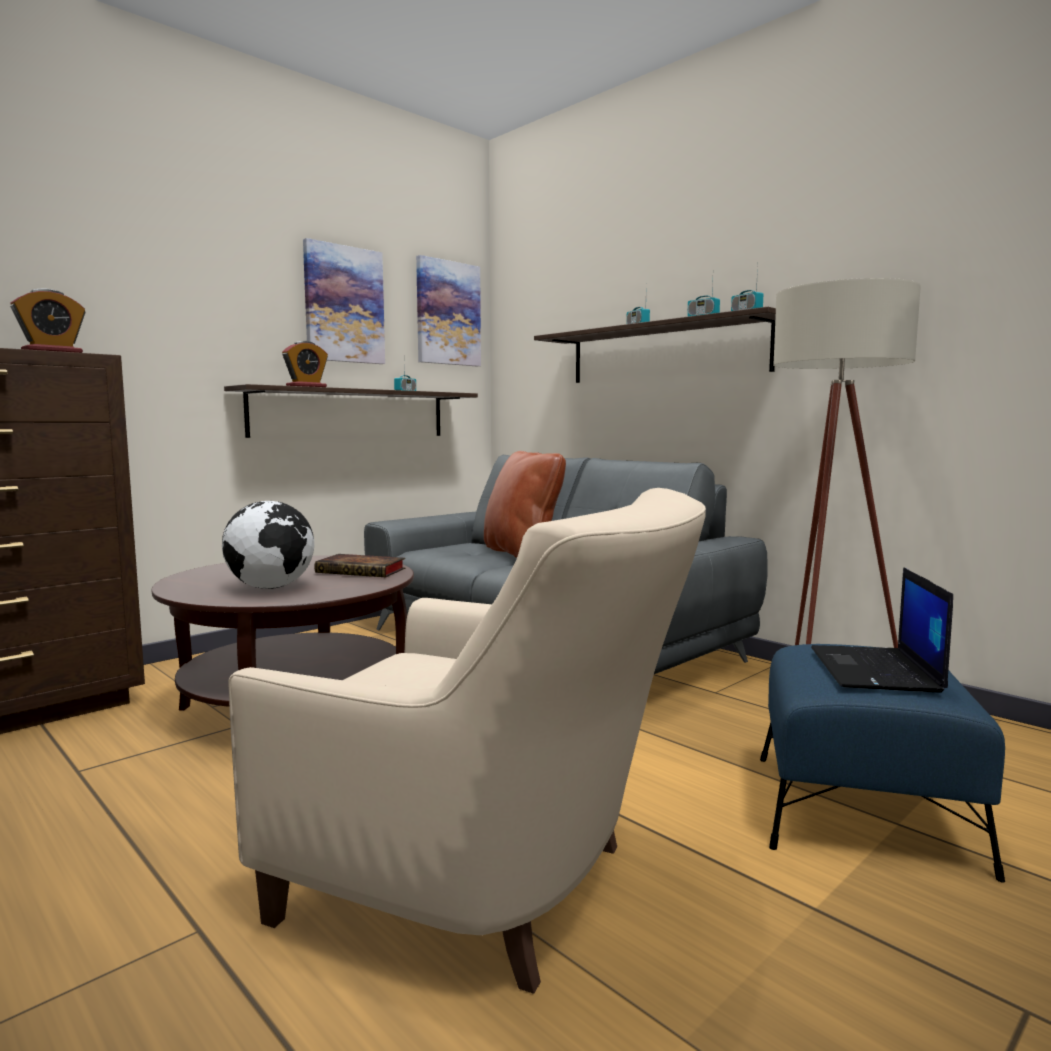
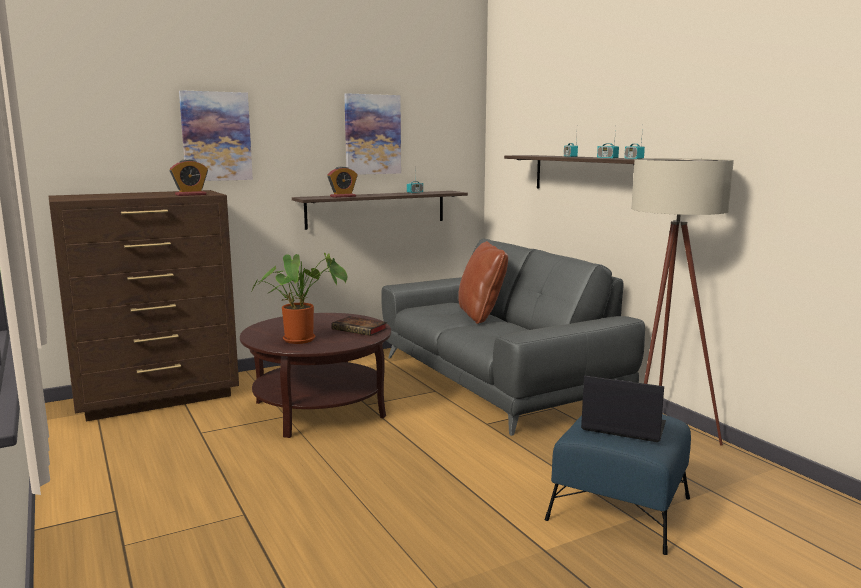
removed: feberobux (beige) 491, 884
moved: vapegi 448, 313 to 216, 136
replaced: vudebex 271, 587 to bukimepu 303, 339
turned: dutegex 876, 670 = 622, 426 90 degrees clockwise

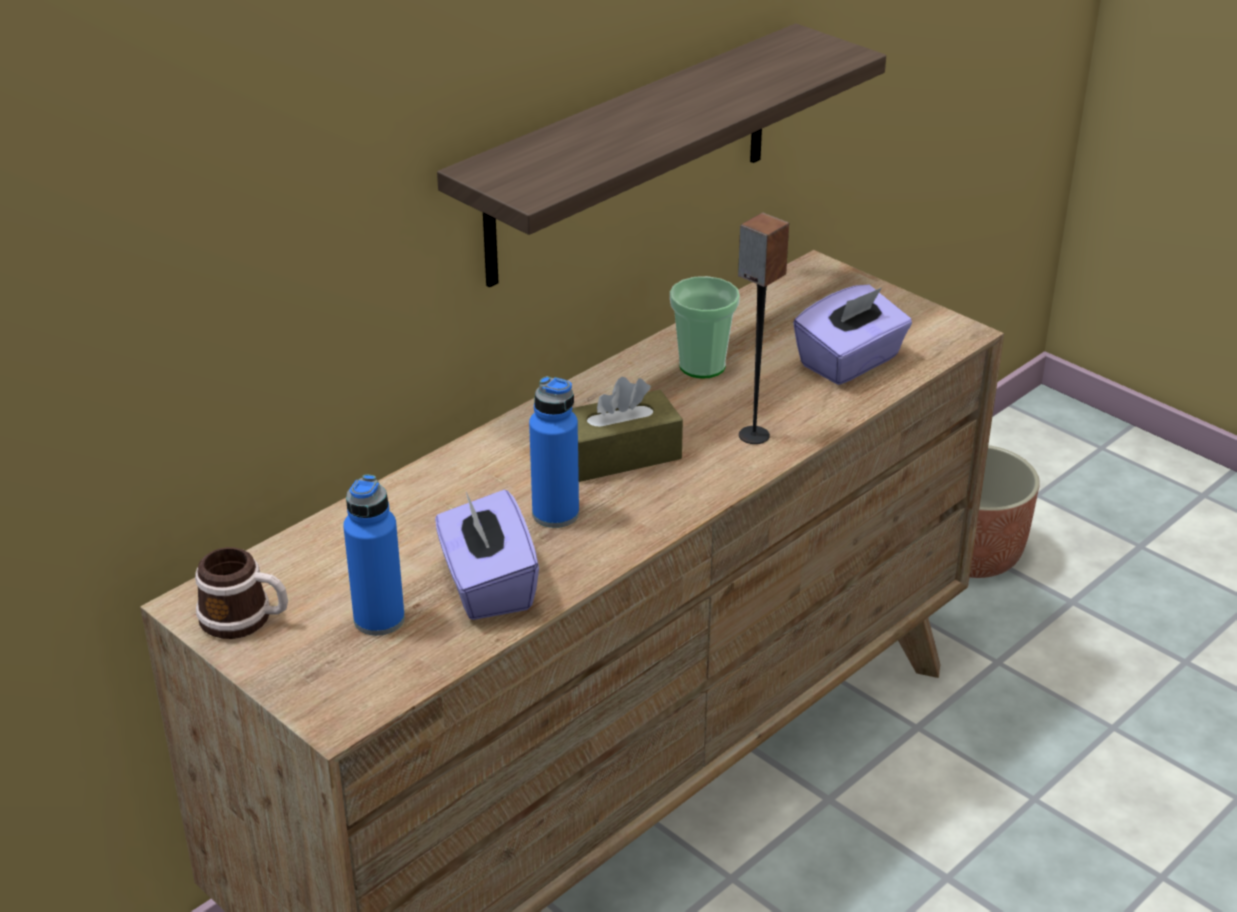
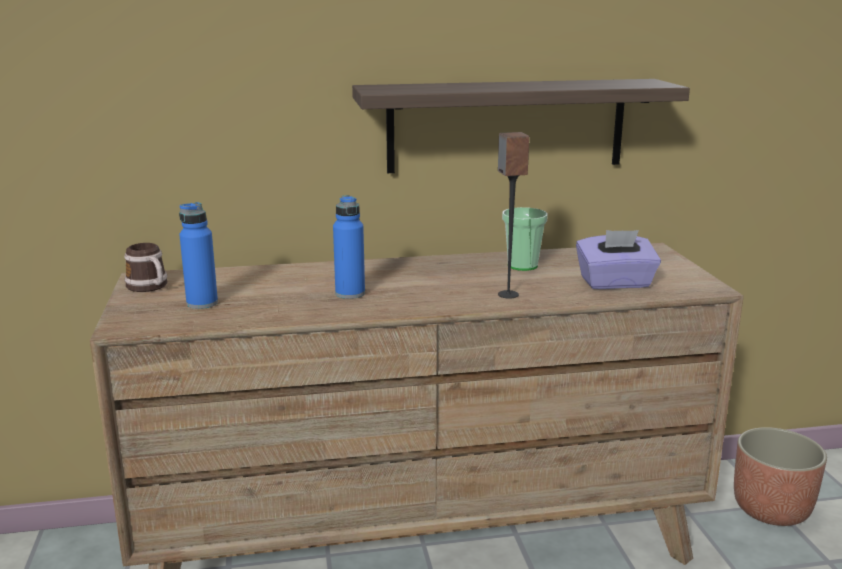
removed: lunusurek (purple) 487, 586; lunusurek (brown) 620, 455

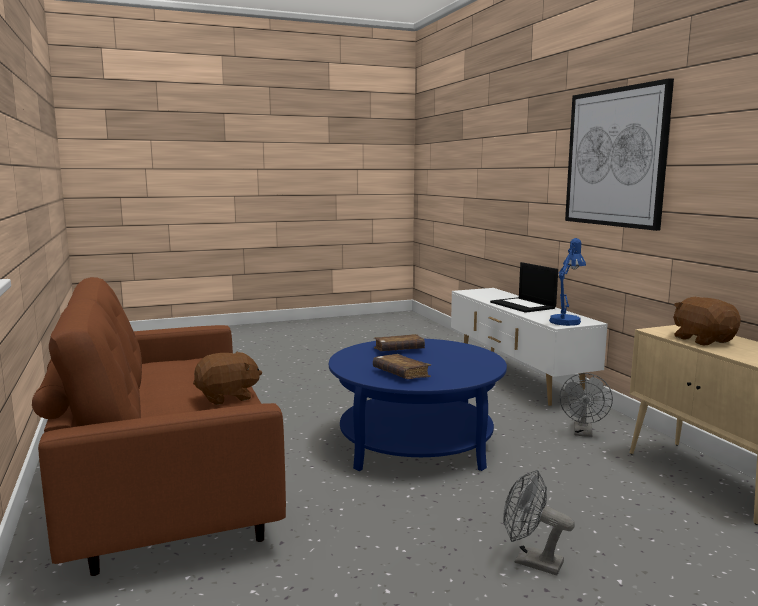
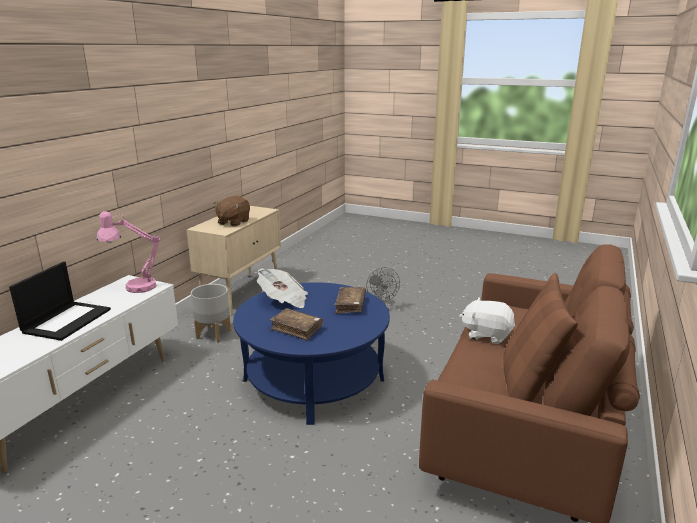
removed: vapegi 615, 158
added: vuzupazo 284, 300; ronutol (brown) 527, 386
replaced: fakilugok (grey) 583, 433 to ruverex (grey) 213, 334
recoloured: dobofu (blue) 566, 320 to dobofu (pink) 134, 287; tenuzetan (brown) 227, 397 to tenuzetan (white) 486, 334

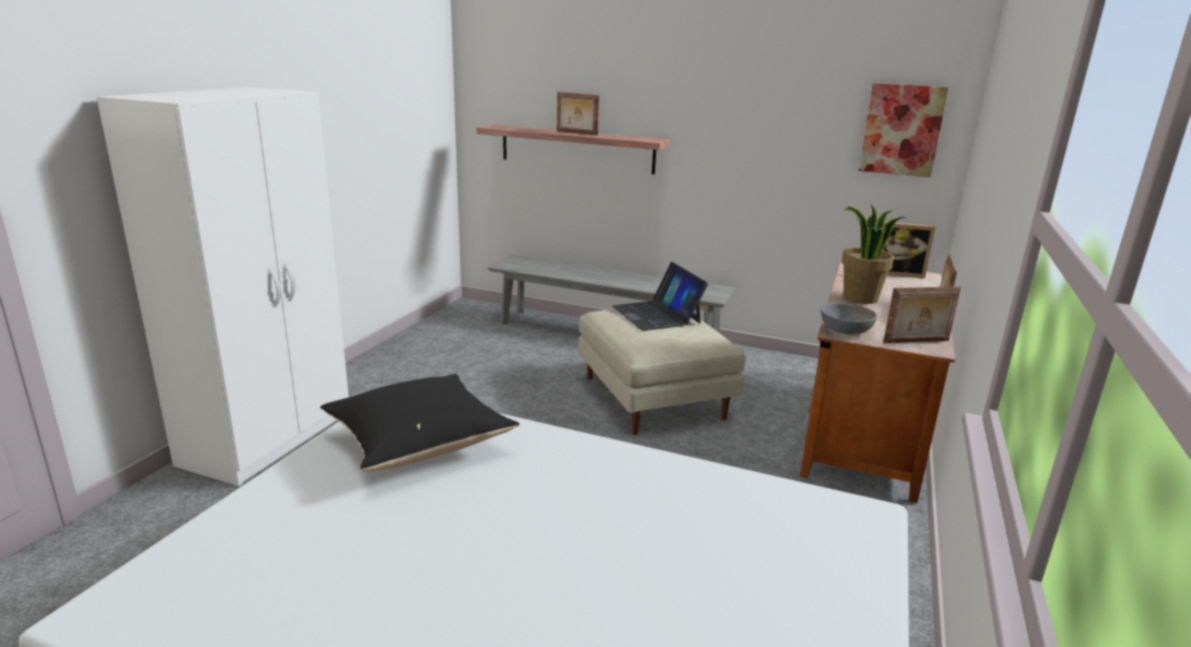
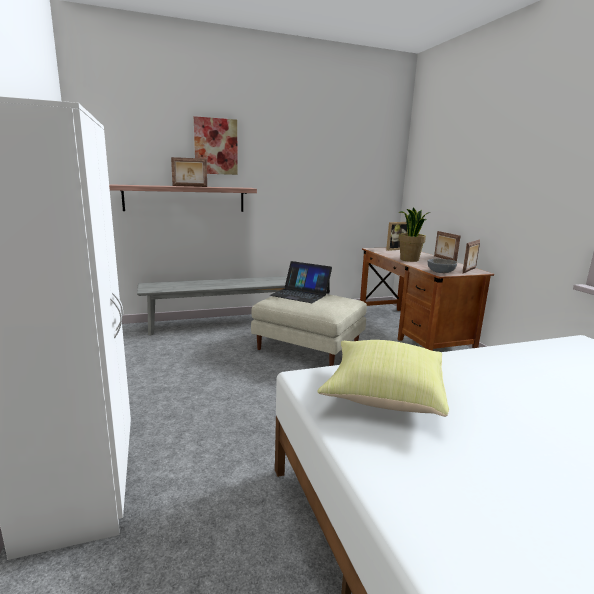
moved: vapegi 901, 130 to 216, 146
recoloured: ronutol (black) 420, 444 to ronutol (yellow) 383, 394

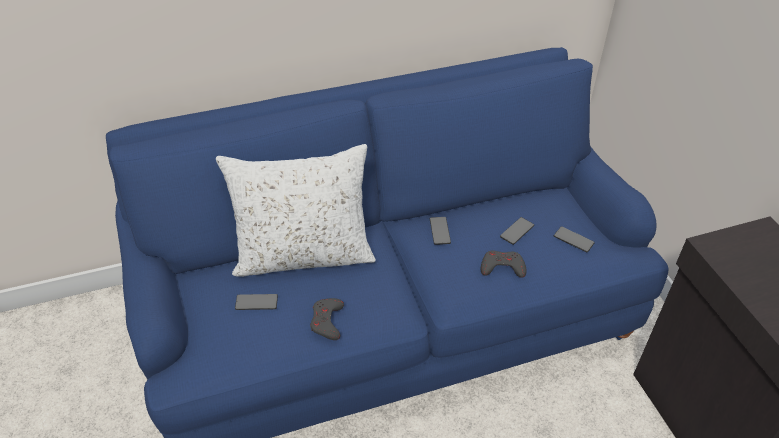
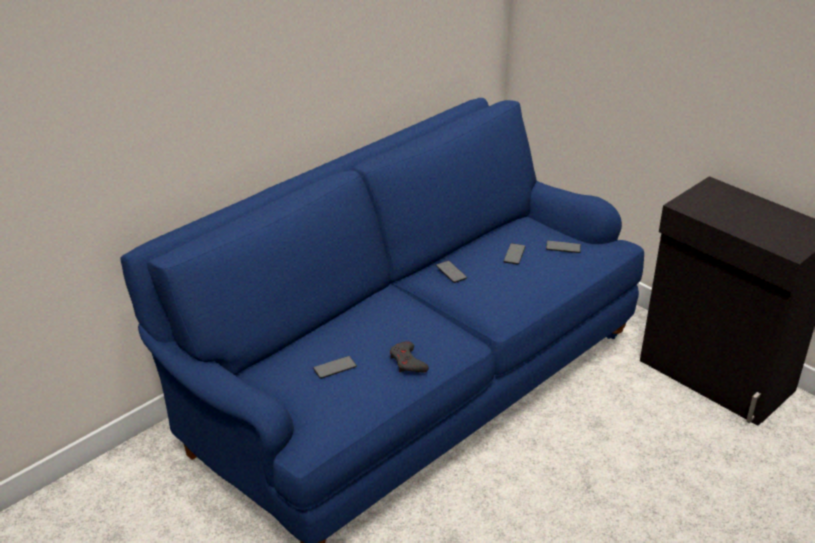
removed: ronutol (white) 303, 255; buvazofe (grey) 502, 267

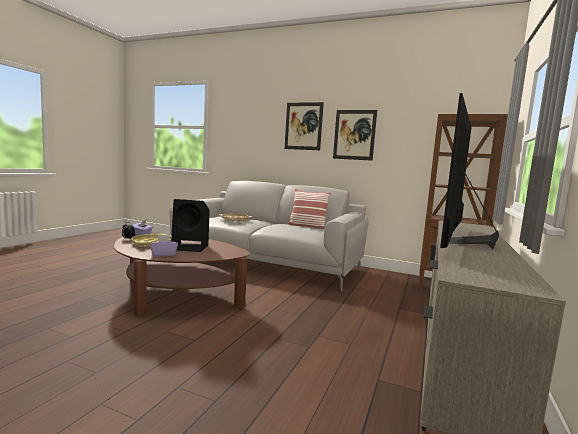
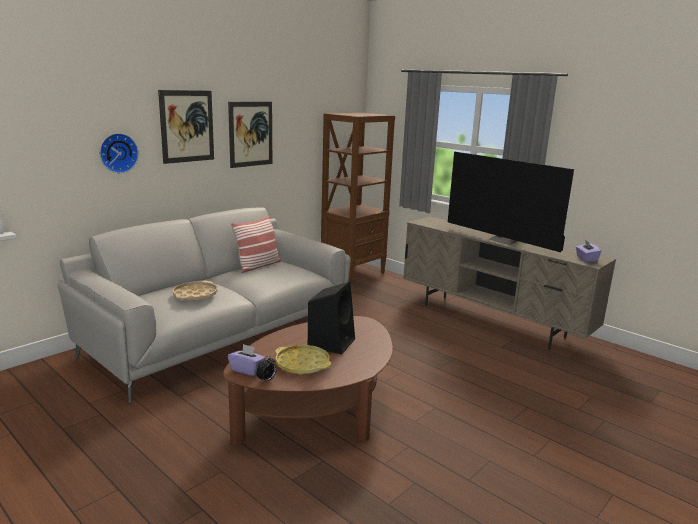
added: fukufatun 117, 153
moved: lunusurek (purple) 163, 254 to 586, 259

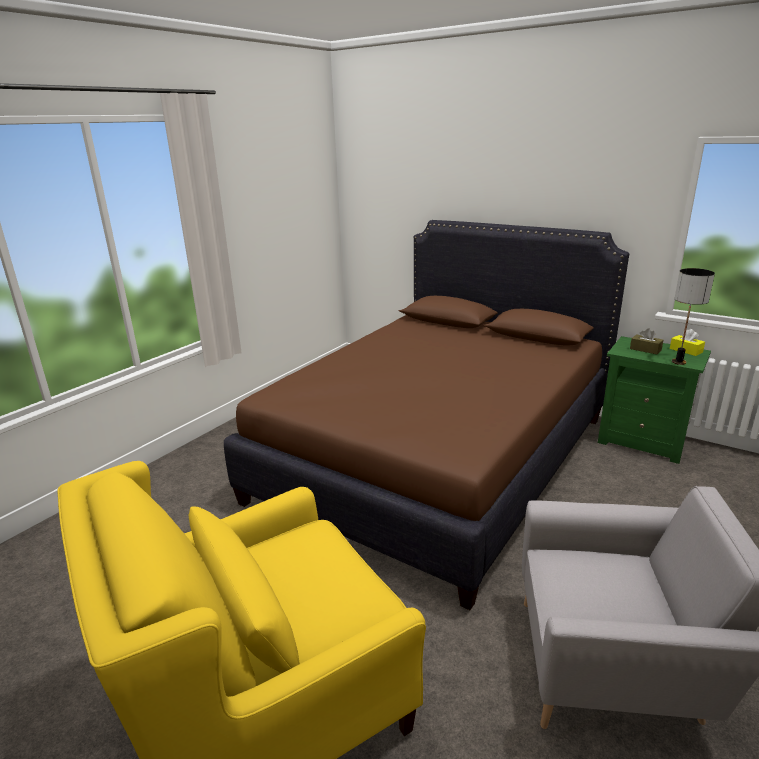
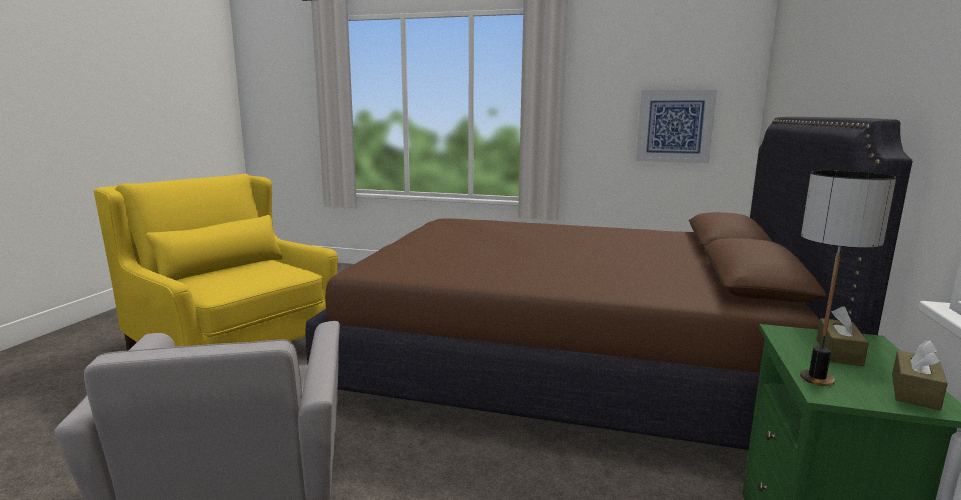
added: vapegi 674, 126
recoloured: lunusurek (yellow) 686, 350 to lunusurek (brown) 914, 391

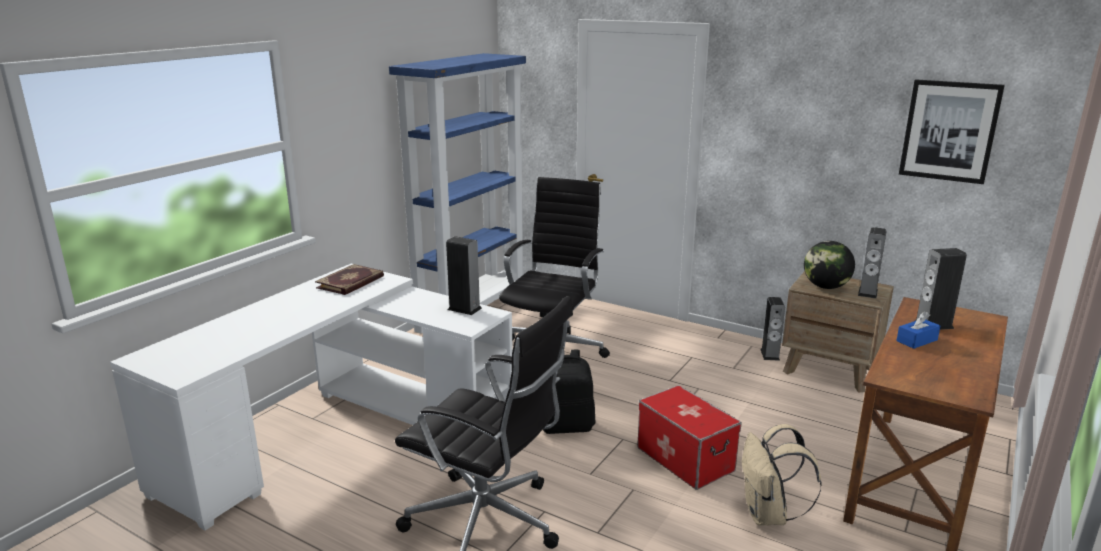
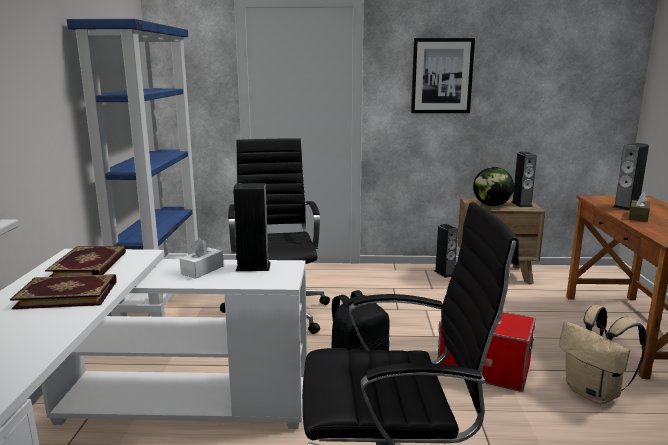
added: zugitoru 67, 294; lunusurek (white) 202, 270
moved: vapegi 949, 131 to 442, 76
recoloured: lunusurek (blue) 917, 340 to lunusurek (brown) 638, 217

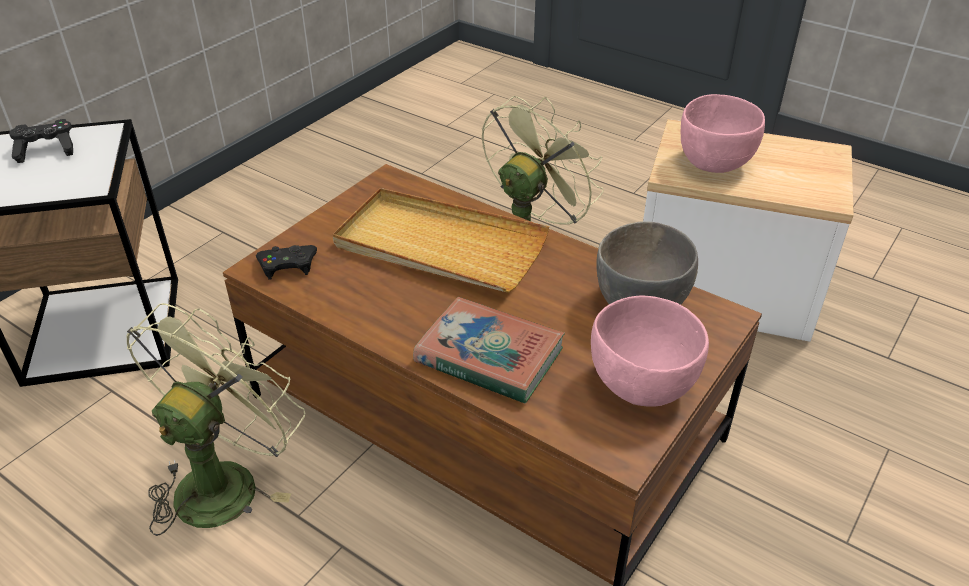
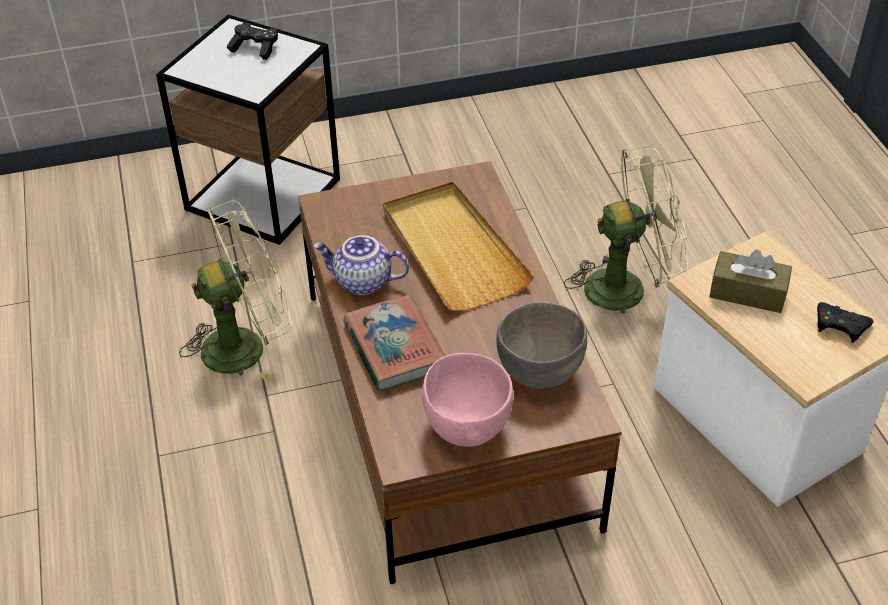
added: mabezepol 362, 282
moved: buvazofe (black) 288, 265 to 840, 325
replaced: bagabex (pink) 714, 163 to lunusurek (brown) 747, 293

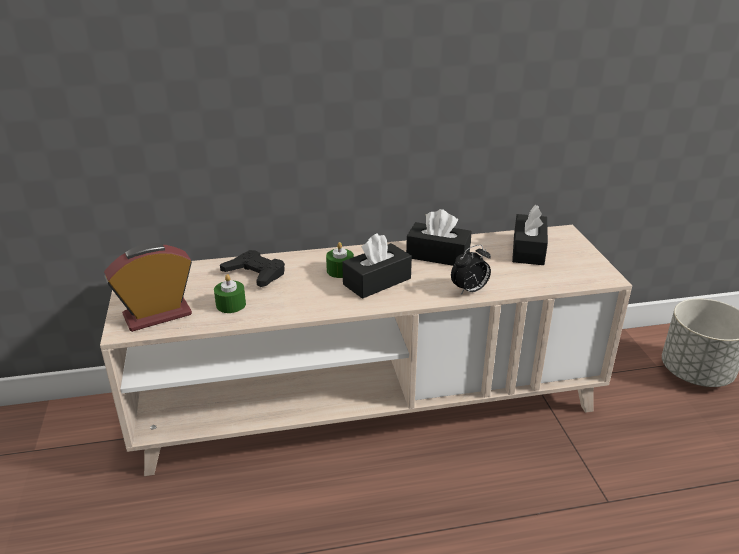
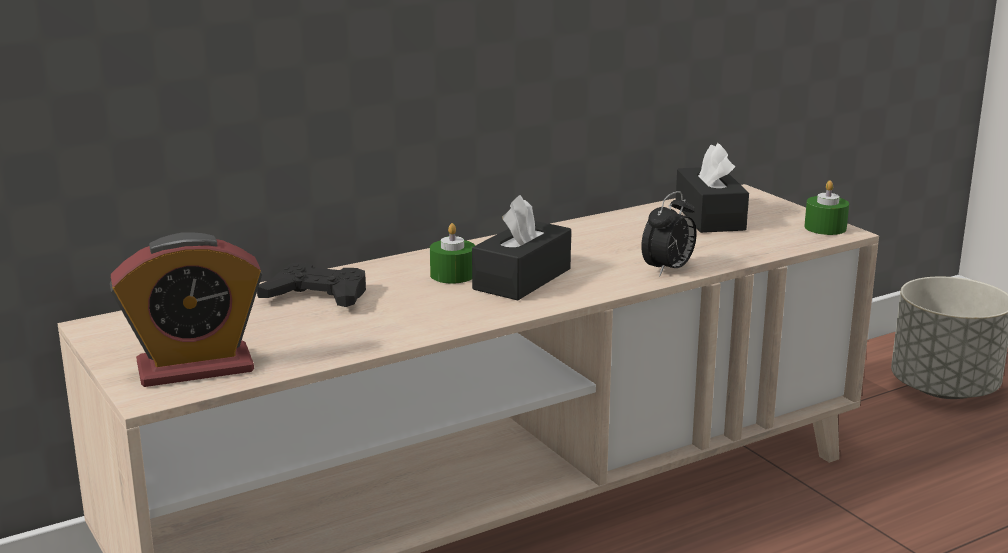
removed: lunusurek (black) 438, 255
moved: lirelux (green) 231, 304 to 825, 228
turned: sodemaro 157, 315 = 195, 368 150 degrees counterclockwise

